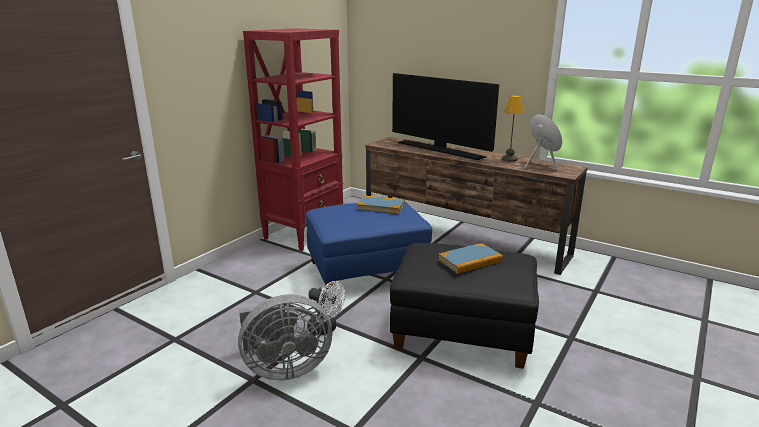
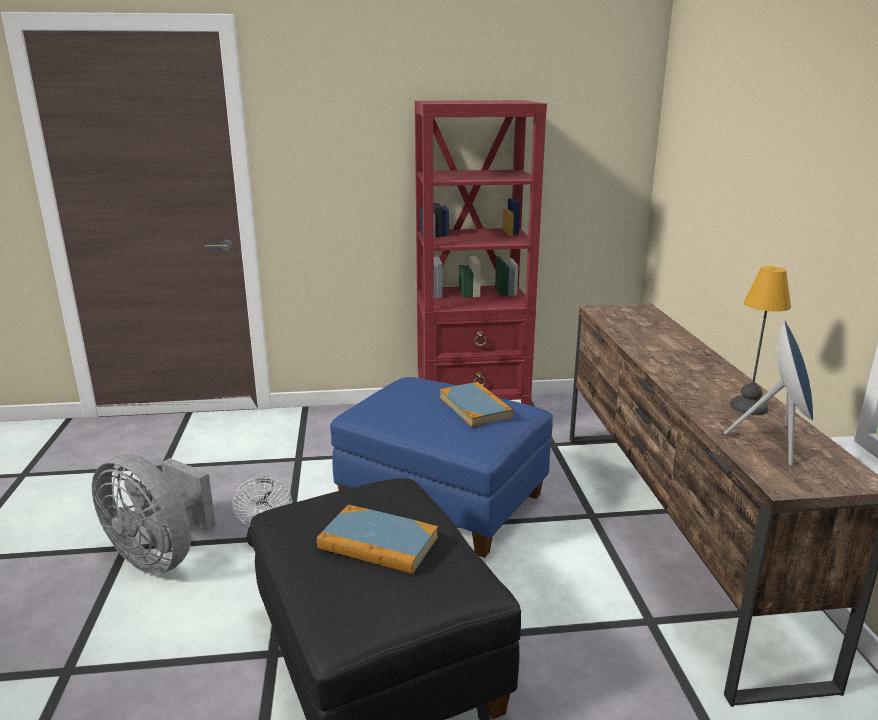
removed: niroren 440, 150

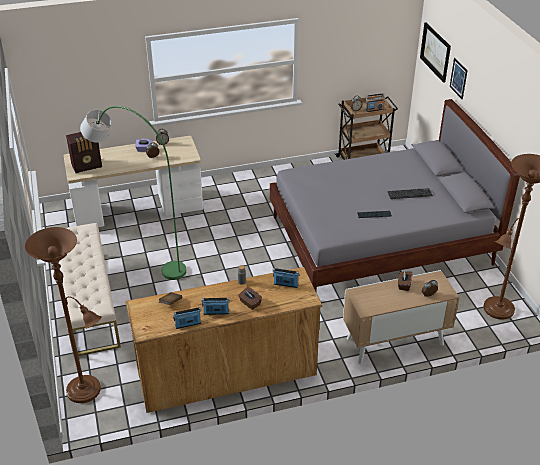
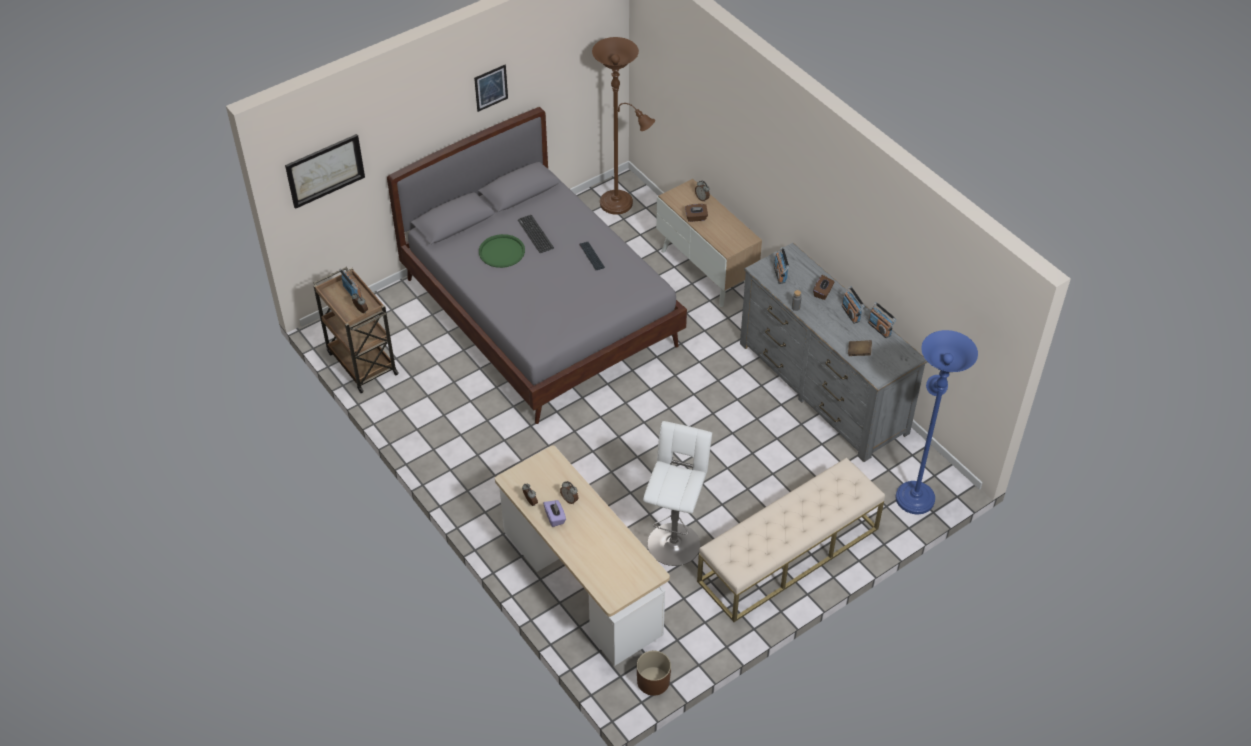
removed: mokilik 87, 166
added: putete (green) 501, 252; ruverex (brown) 653, 681
moved: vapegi 458, 78 to 491, 87
replaced: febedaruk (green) 140, 253 to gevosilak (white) 674, 540
recoloured: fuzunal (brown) 226, 373 to fuzunal (grey) 822, 387; febedaruk (brown) 87, 392 to febedaruk (blue) 915, 494

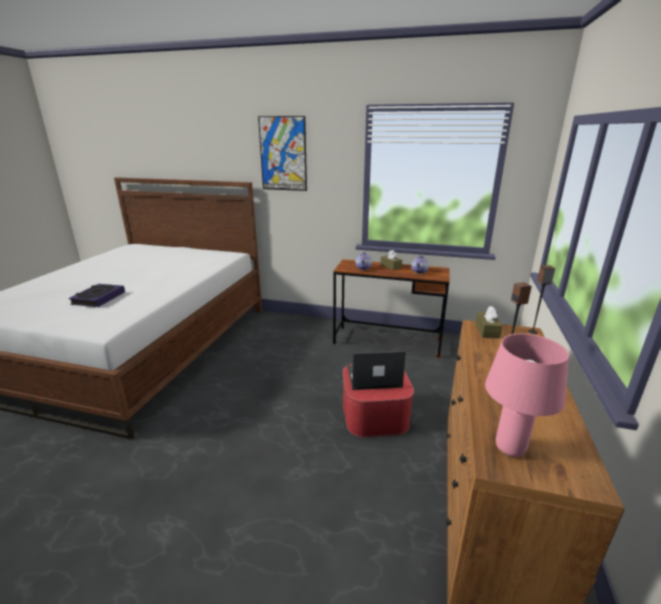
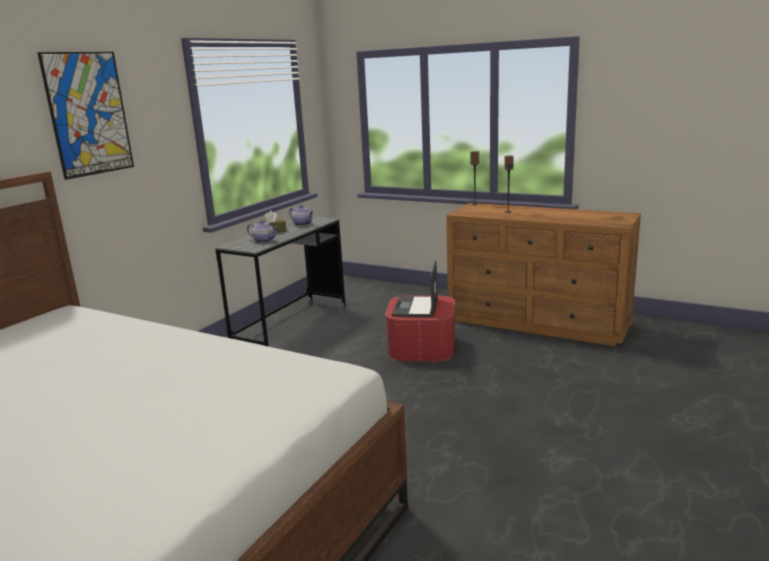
removed: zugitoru 98, 298; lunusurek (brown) 487, 330; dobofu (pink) 509, 447
recoloured: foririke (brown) 387, 342 to foririke (grey) 291, 326

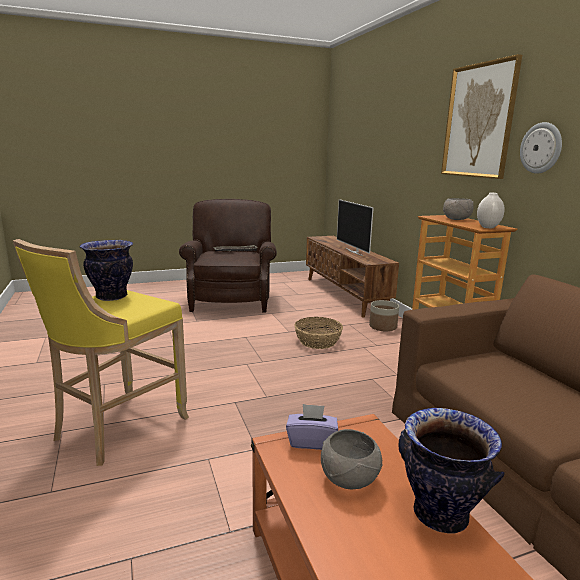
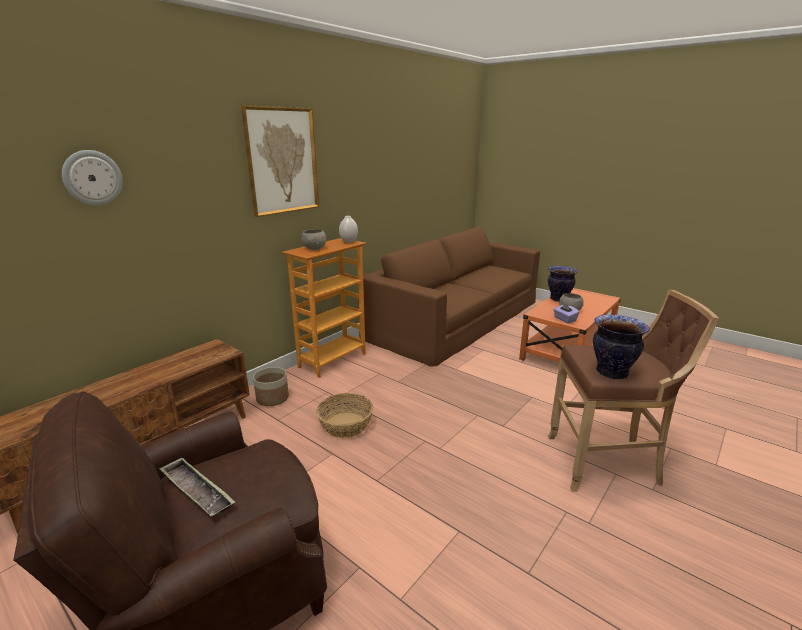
removed: niroren 354, 252
moved: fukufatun 541, 148 to 92, 178
recoloured: gevosilak (yellow) 116, 428 to gevosilak (brown) 606, 463

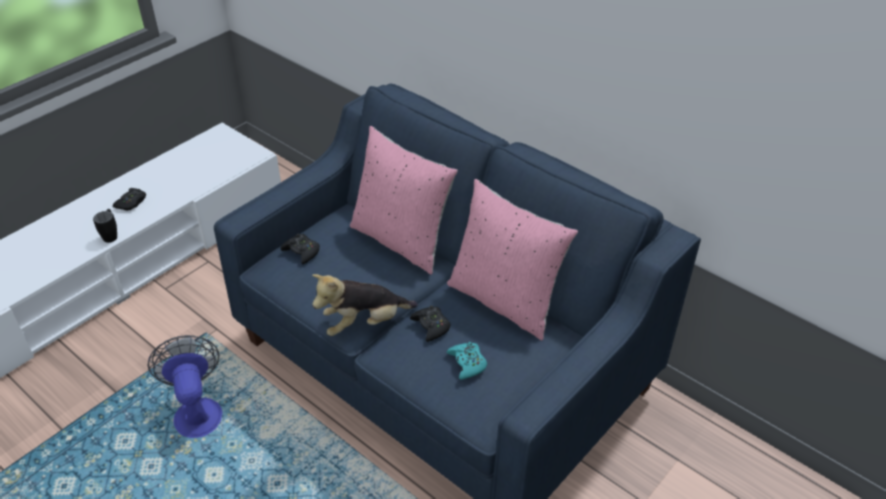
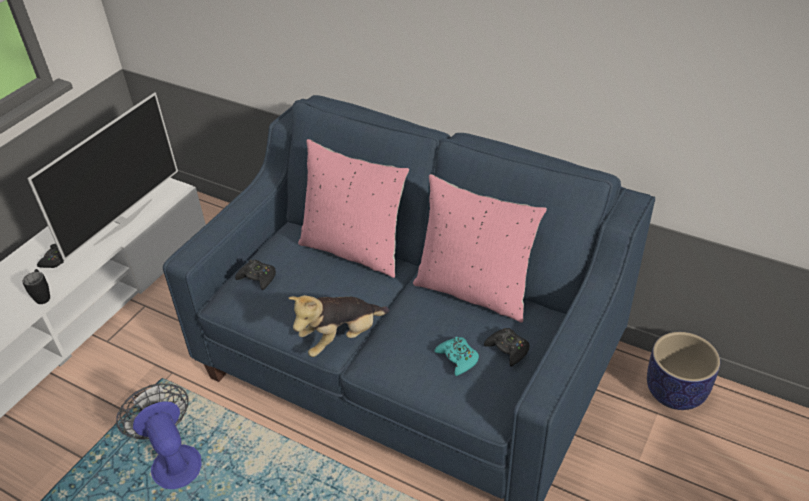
added: niroren 122, 221; ruverex 676, 392
moved: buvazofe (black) 431, 326 to 507, 349

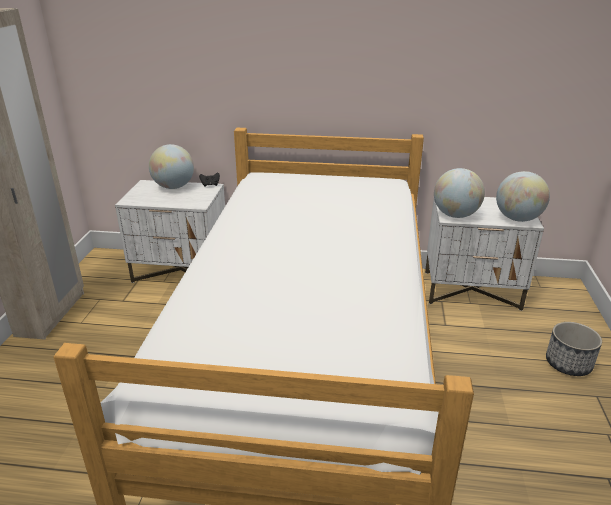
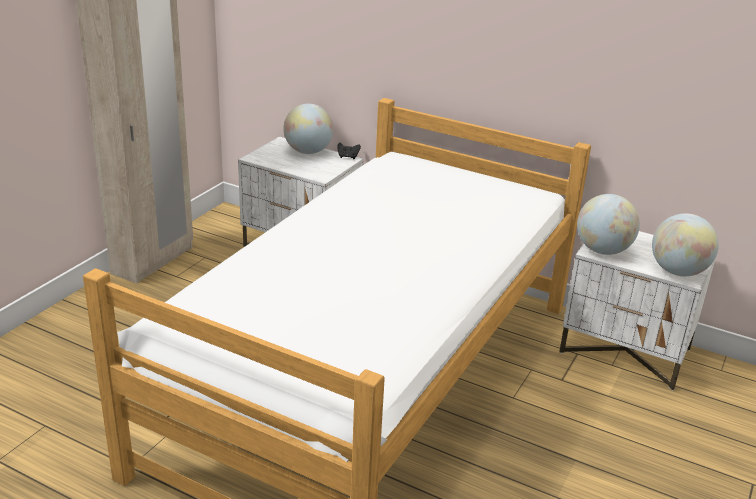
removed: ruverex 568, 363

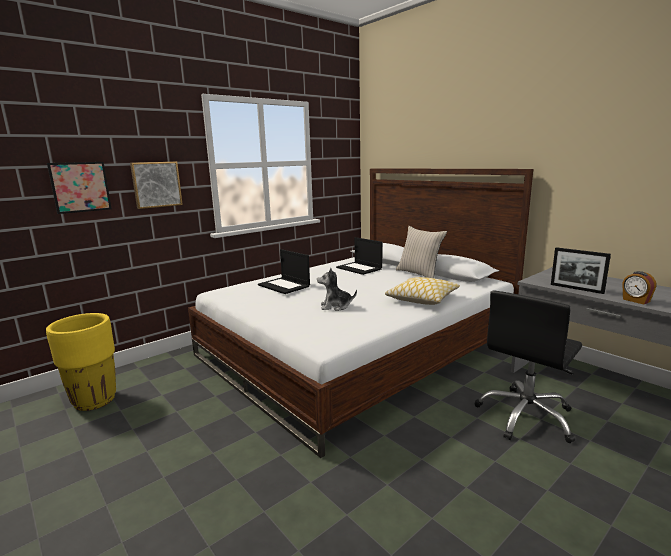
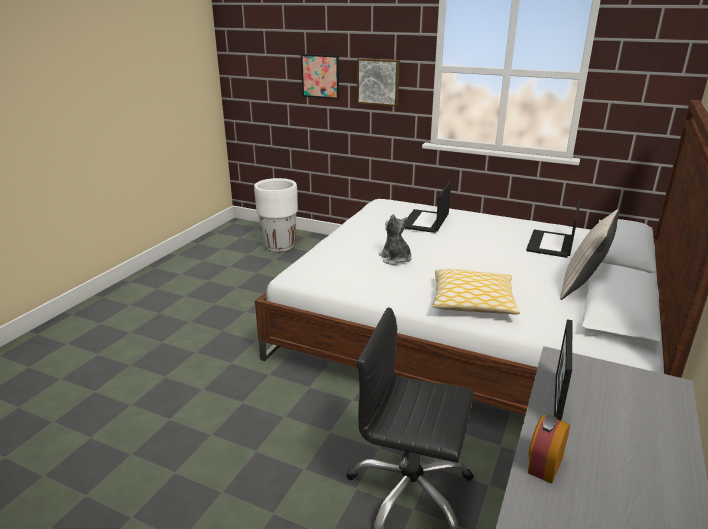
recoloured: ruverex (yellow) 95, 400 to ruverex (white) 279, 247

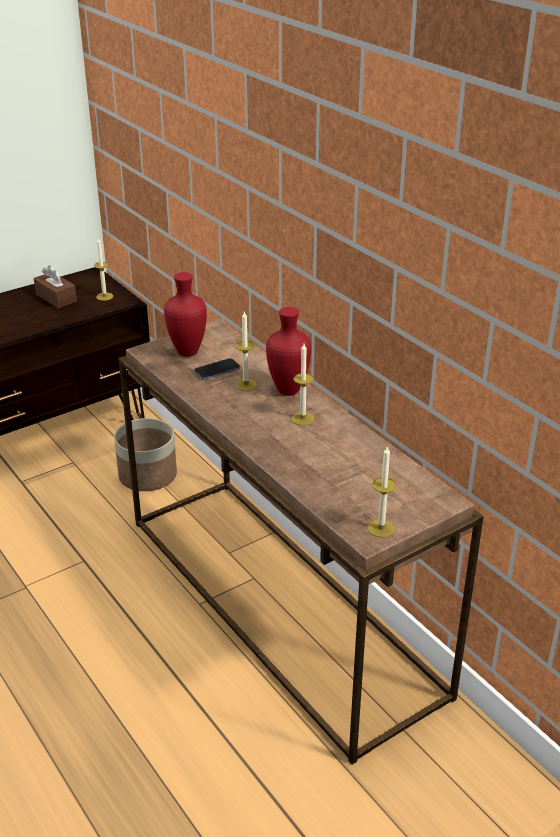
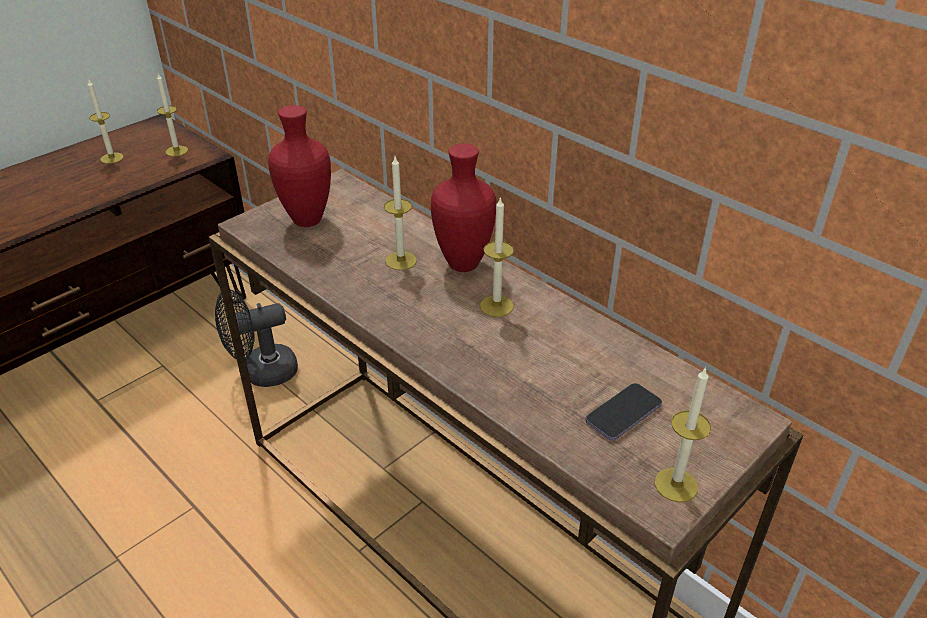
moved: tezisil 217, 370 to 623, 413
replaced: lunusurek (brown) 56, 298 to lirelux 112, 158; ruverex 148, 475 to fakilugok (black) 262, 372

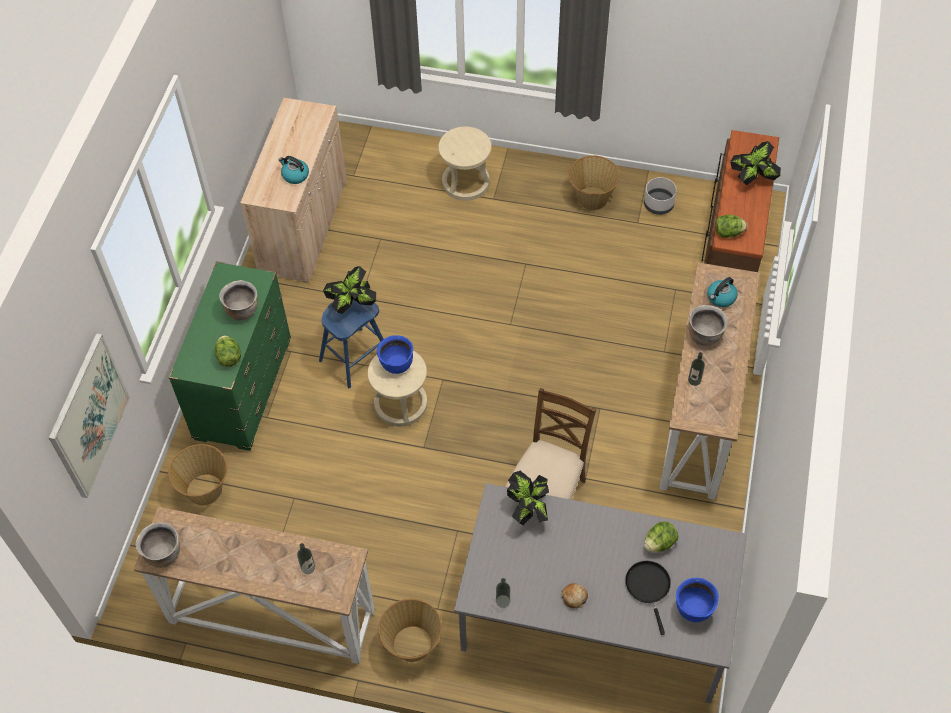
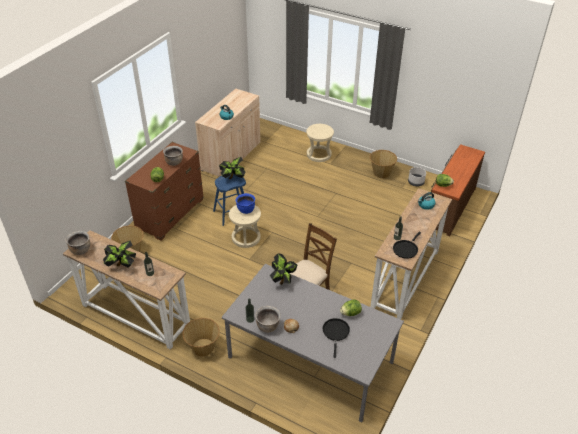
removed: vapegi 88, 416; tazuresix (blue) 693, 609
added: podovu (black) 406, 249
moved: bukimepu 752, 180 to 122, 265; tazuresix (brown) 704, 335 to 268, 326
recoloured: fuzunal (green) 243, 389 to fuzunal (brown) 170, 214

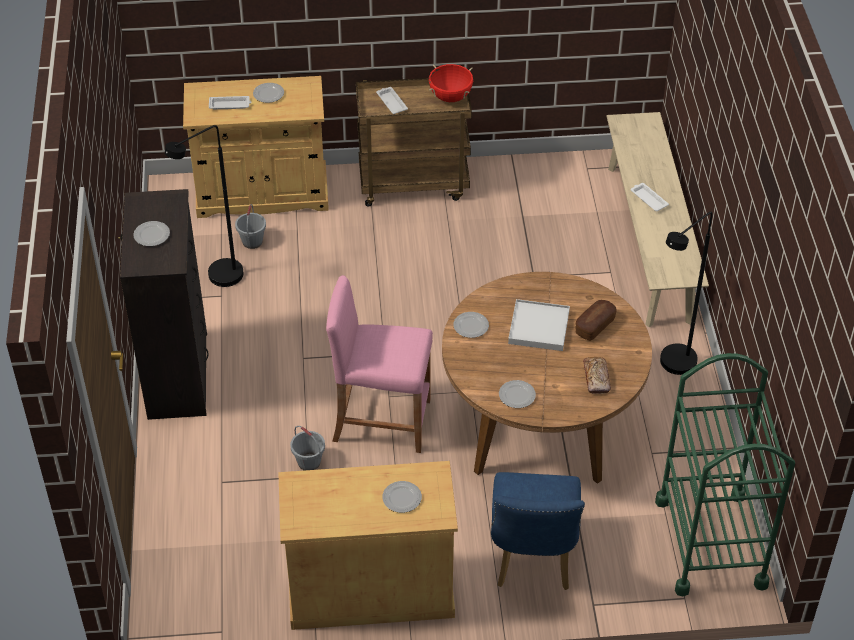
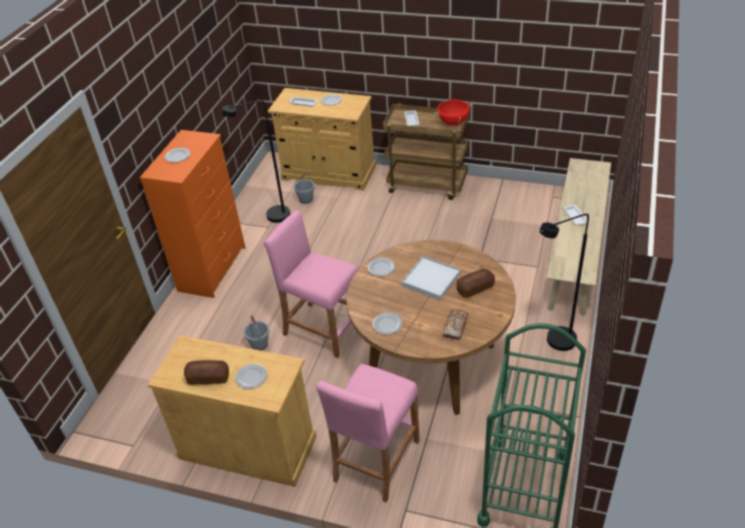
added: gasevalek 208, 378
replaced: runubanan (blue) 532, 560 to gevosilak (pink) 376, 460
recoloured: fuzunal (black) 179, 374 to fuzunal (orange) 213, 268

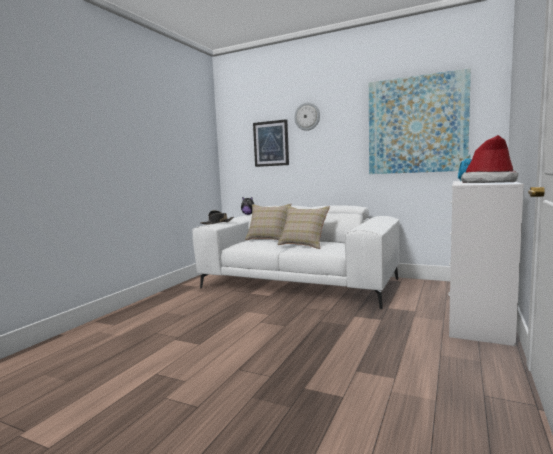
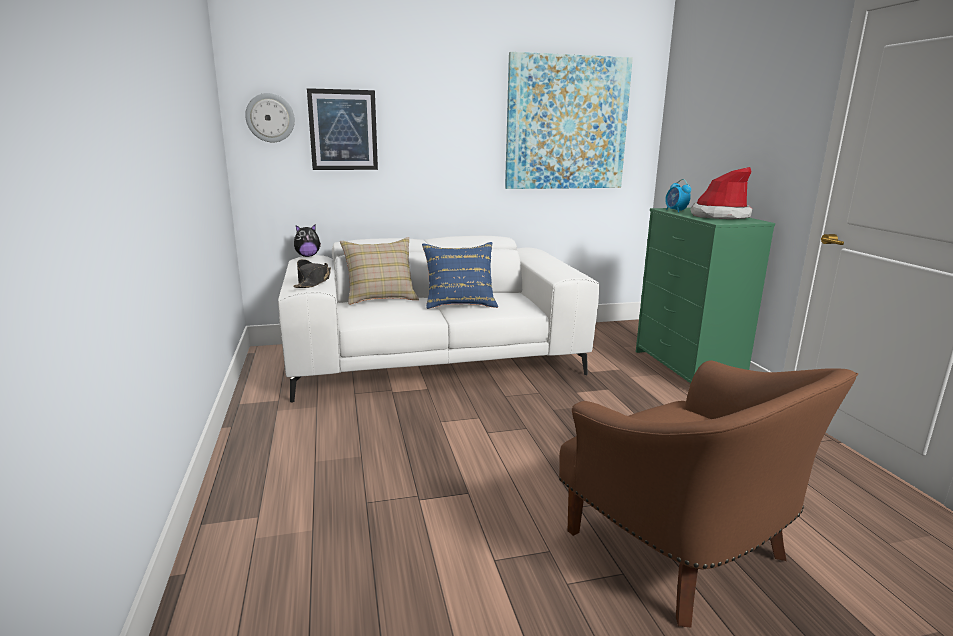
added: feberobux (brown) 682, 552
moved: fukufatun 307, 116 to 270, 118
recoloured: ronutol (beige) 303, 245 to ronutol (blue) 460, 303; fuzunal (white) 479, 322 to fuzunal (green) 687, 368

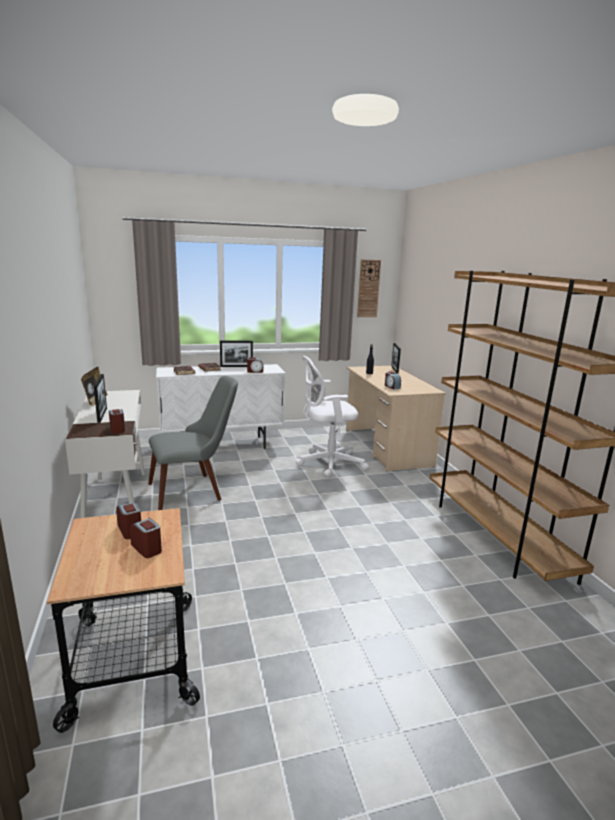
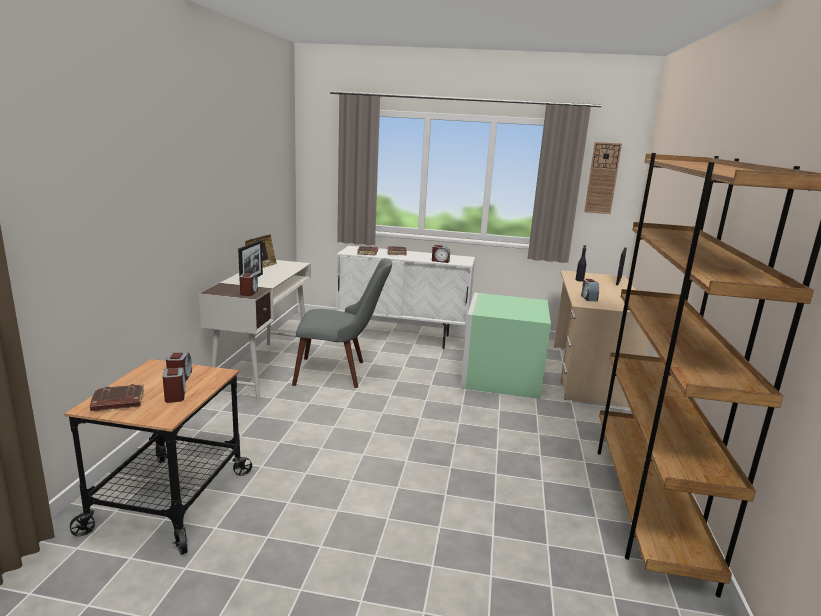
removed: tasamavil 236, 366
added: zugitoru (brown) 117, 402
replaced: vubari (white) 327, 463 to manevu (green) 500, 376

